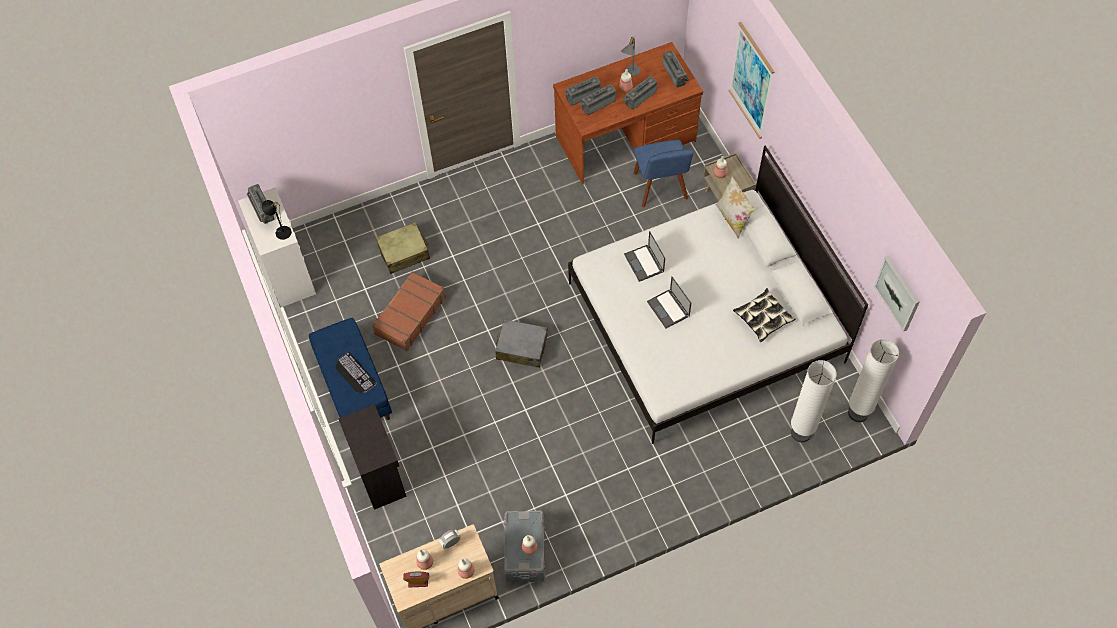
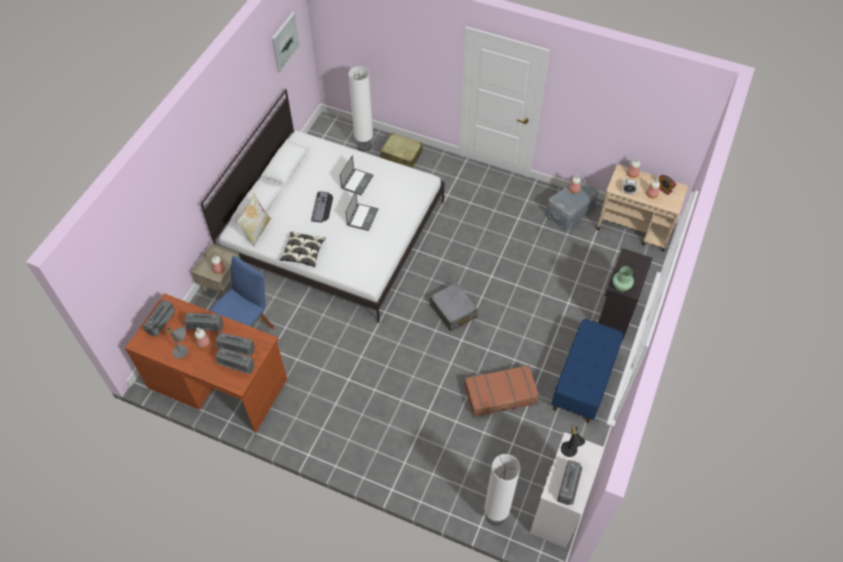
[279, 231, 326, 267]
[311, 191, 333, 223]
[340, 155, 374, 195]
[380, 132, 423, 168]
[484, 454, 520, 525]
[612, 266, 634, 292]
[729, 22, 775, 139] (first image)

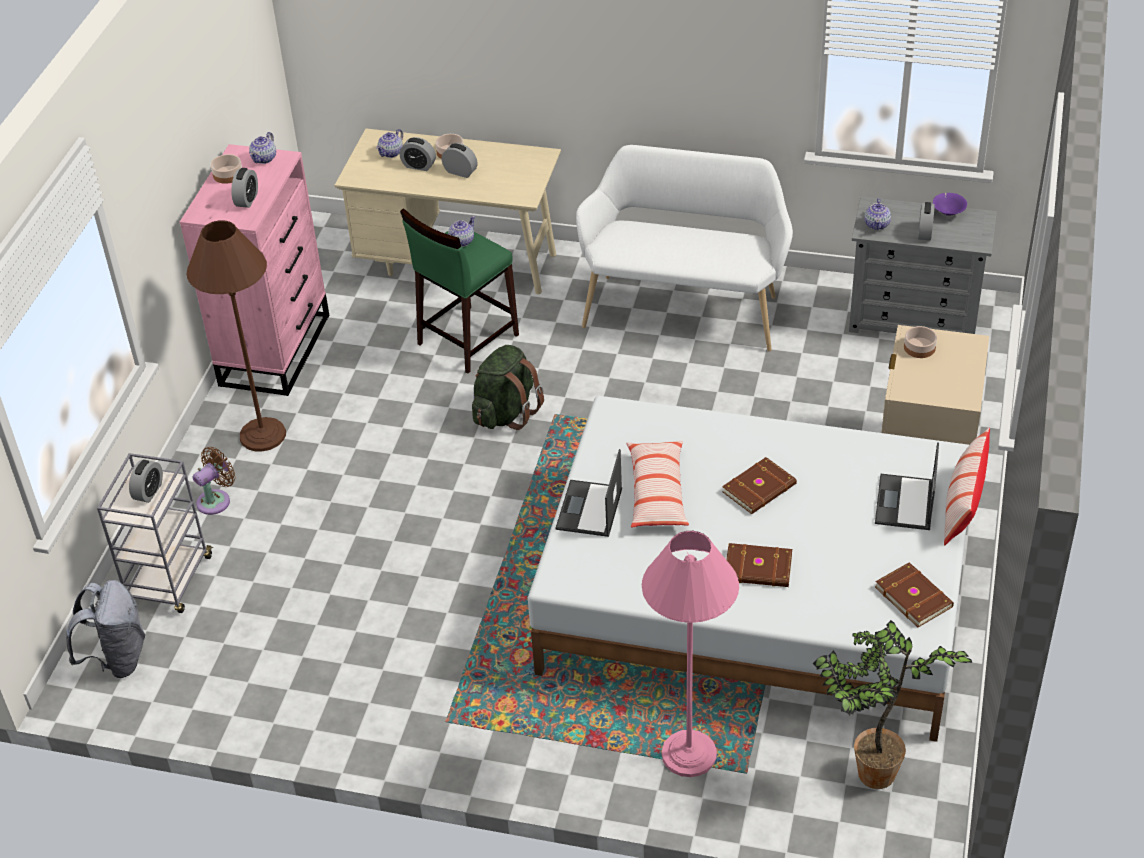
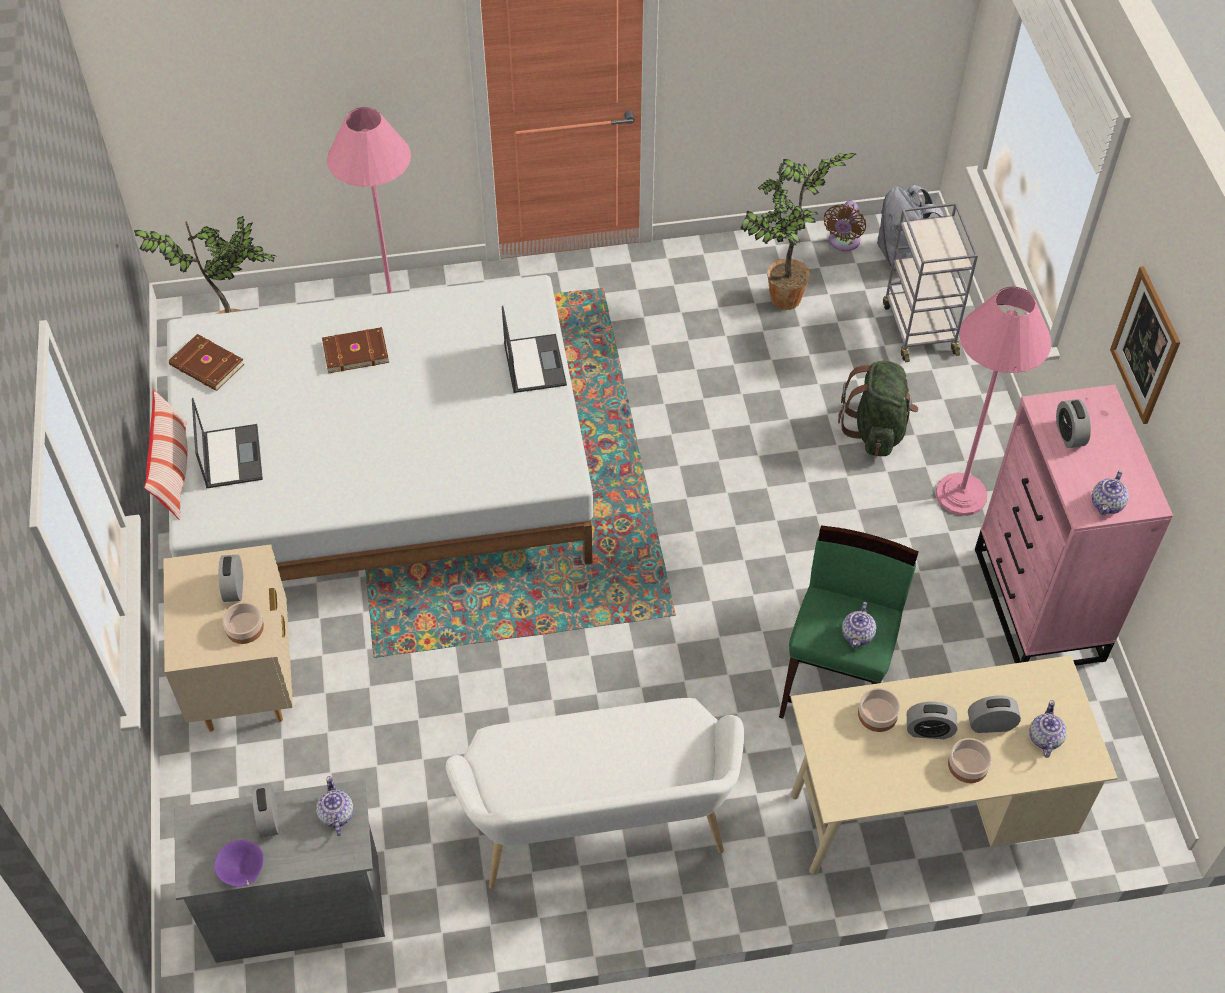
[219, 555, 243, 602]
[740, 153, 856, 310]
[824, 201, 866, 251]
[838, 361, 919, 456]
[858, 688, 900, 732]
[936, 287, 1052, 516]
[1092, 471, 1129, 515]
[1110, 266, 1181, 424]
[627, 441, 689, 527] (first image)
[722, 457, 797, 514] (first image)

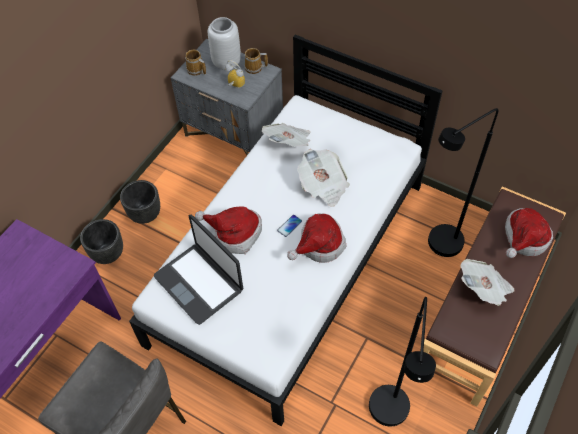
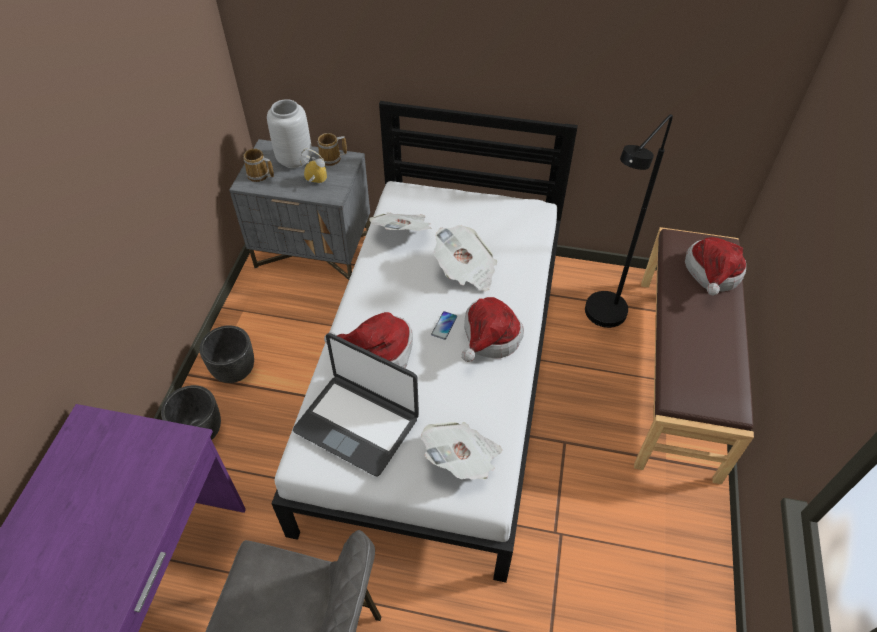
[421, 422, 502, 480]
[369, 297, 436, 427] (first image)

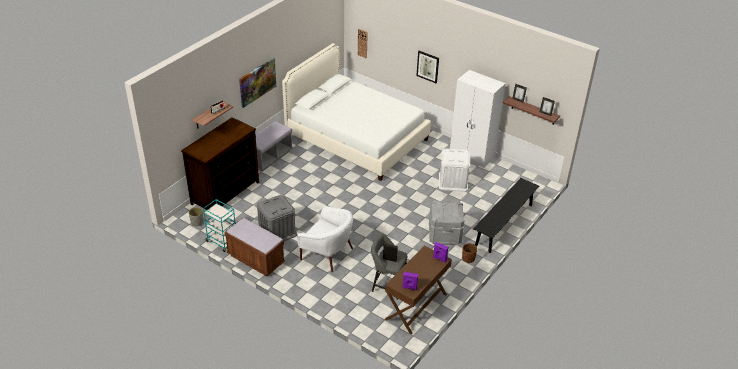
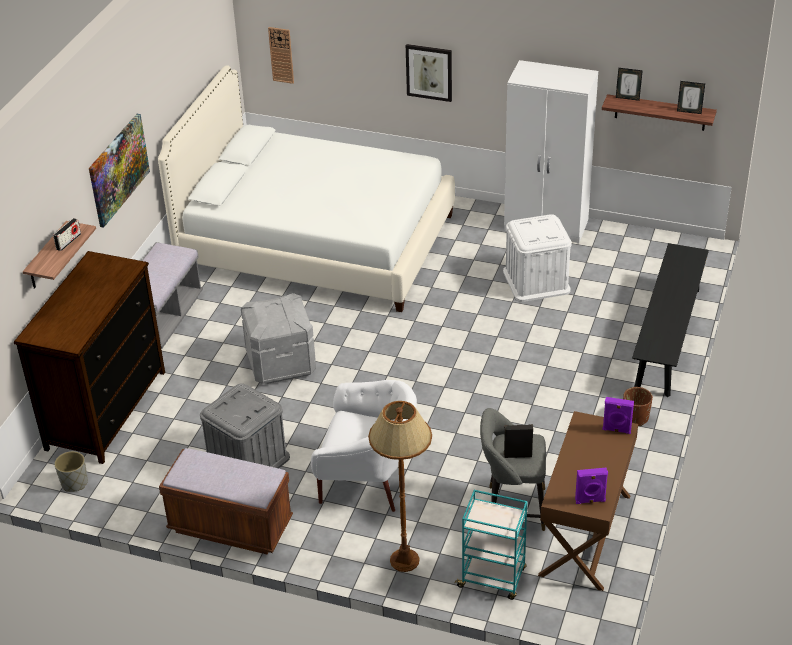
[241, 293, 316, 384]
[368, 401, 432, 572]
[454, 490, 527, 600]

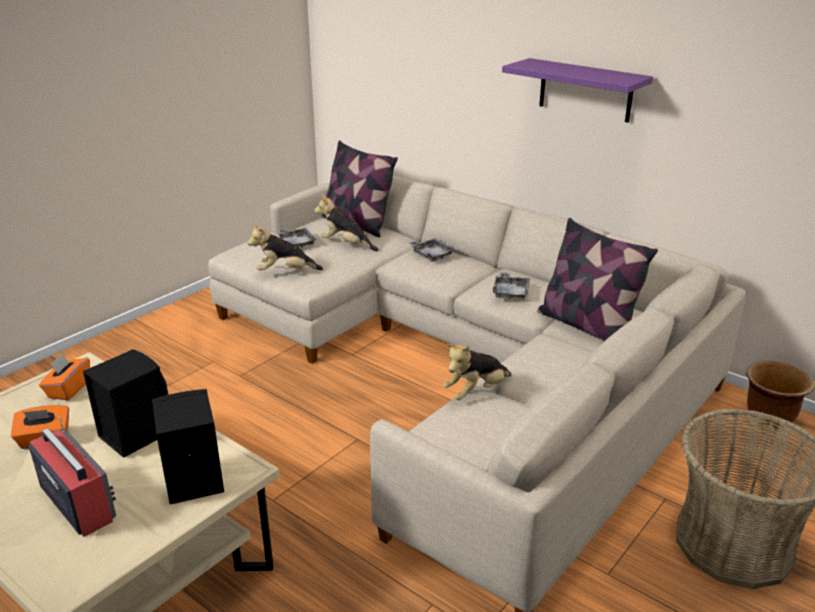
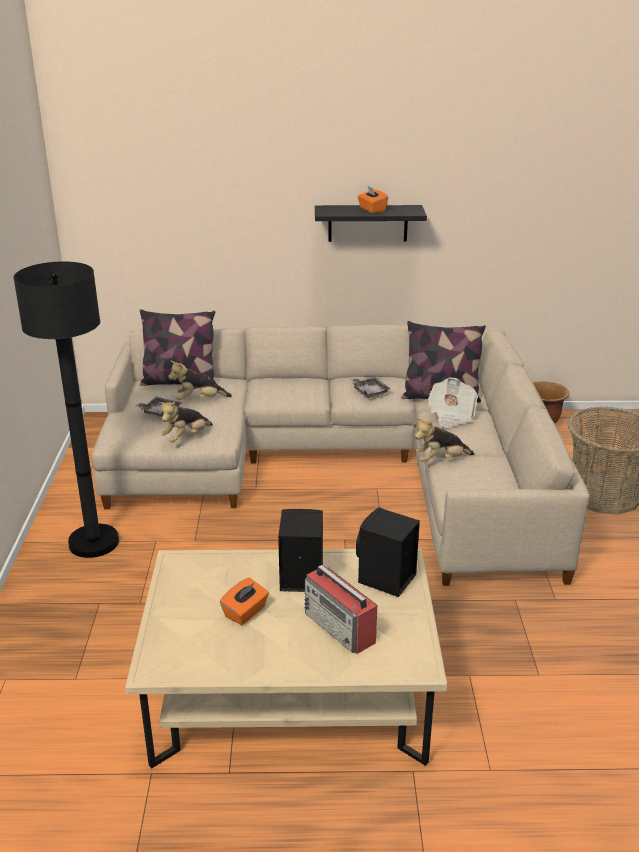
[14, 261, 119, 558]
[304, 565, 377, 654]
[315, 205, 427, 242]
[358, 185, 388, 213]
[415, 418, 474, 462]
[427, 377, 478, 428]
[408, 238, 456, 262] (first image)

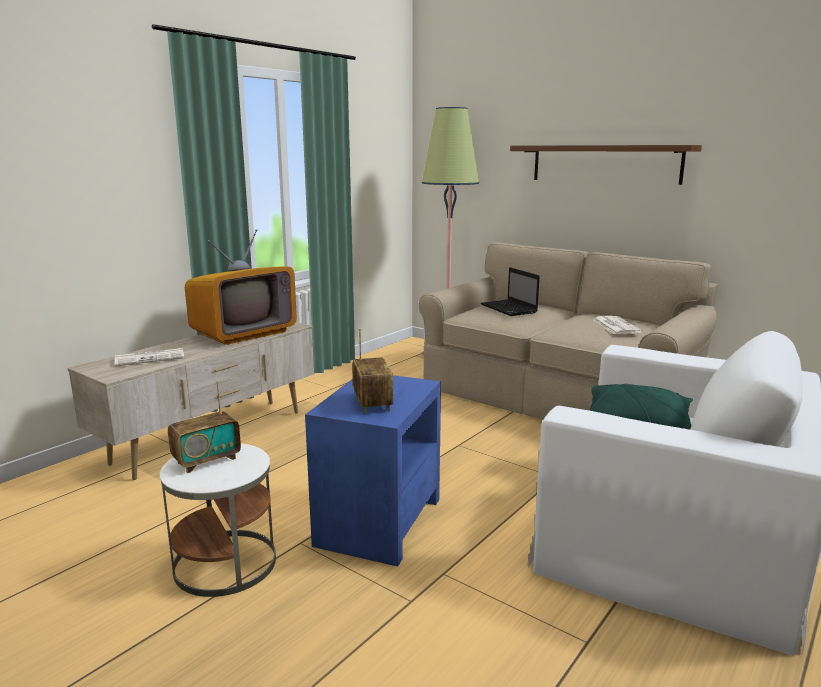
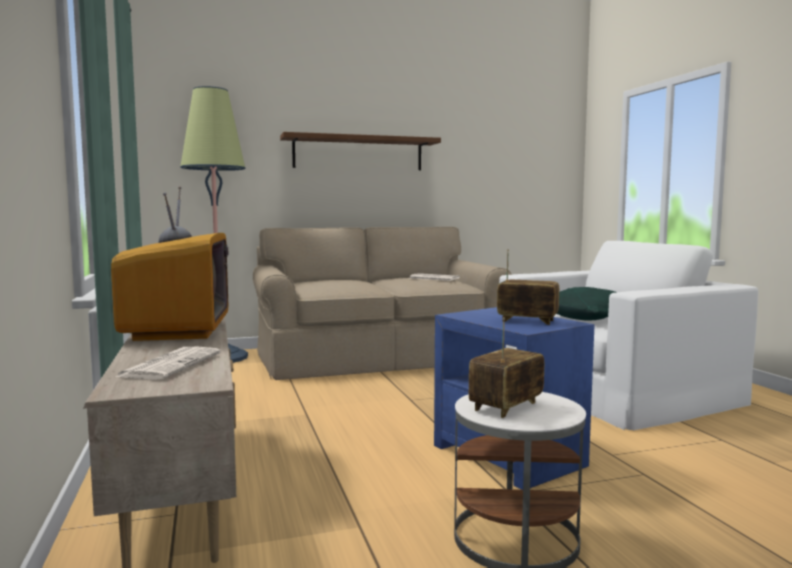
[469, 318, 544, 418]
[481, 267, 540, 316] (first image)

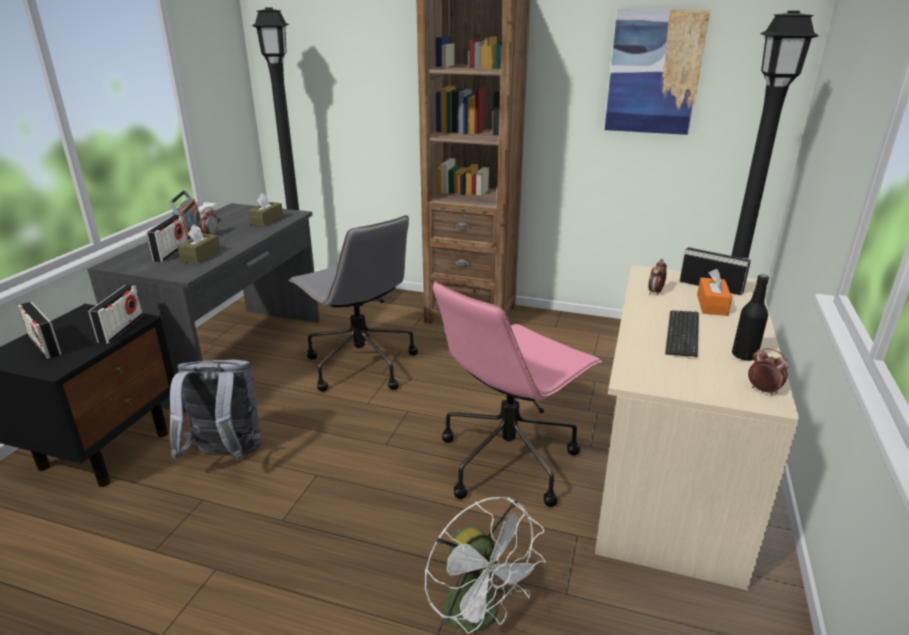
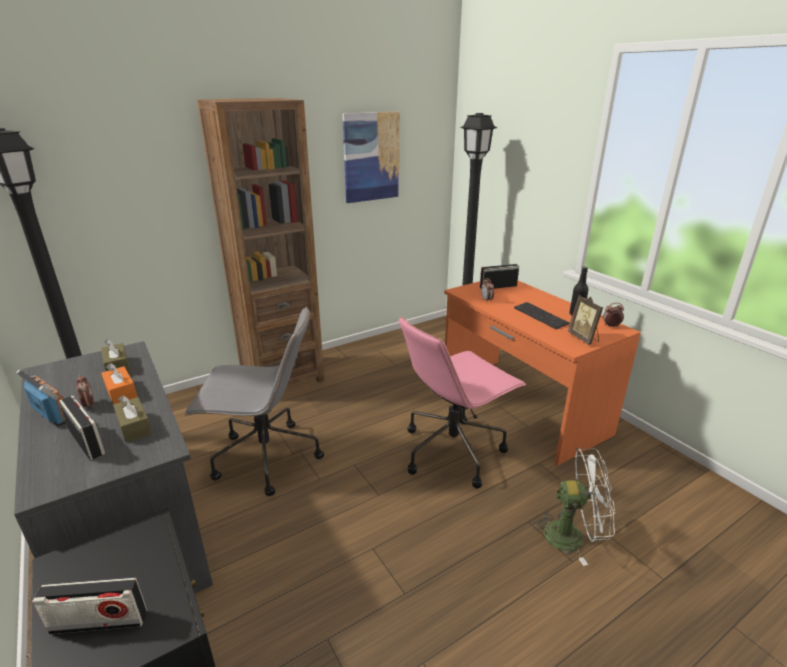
[101, 363, 137, 404]
[399, 316, 527, 489]
[444, 281, 641, 466]
[568, 295, 603, 345]
[88, 285, 143, 344] (first image)
[170, 359, 262, 460] (first image)

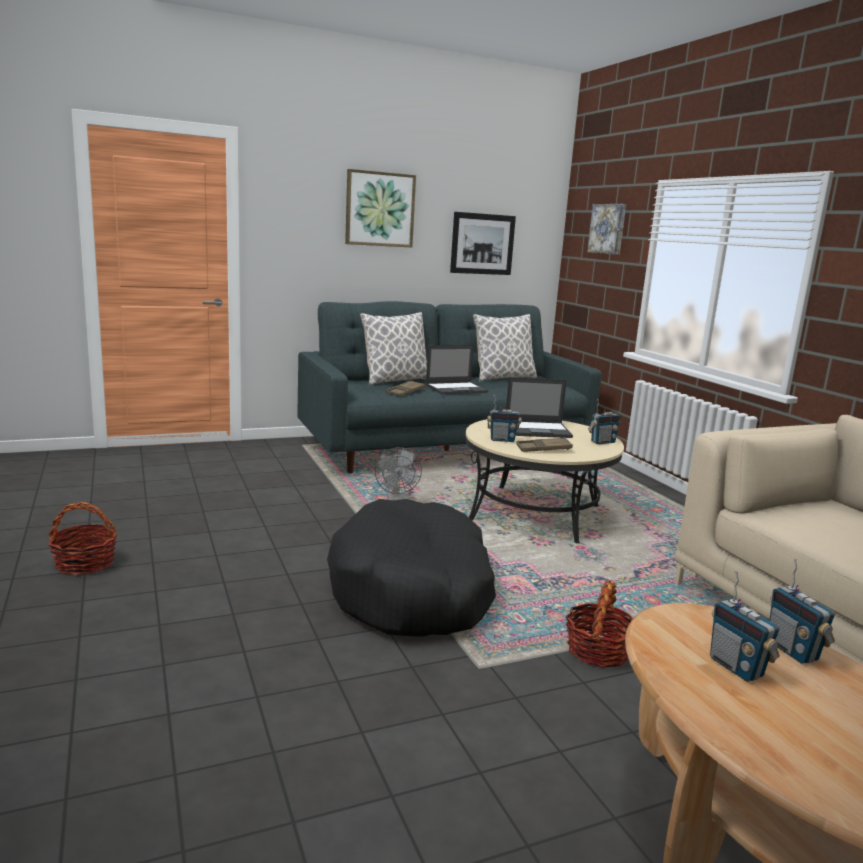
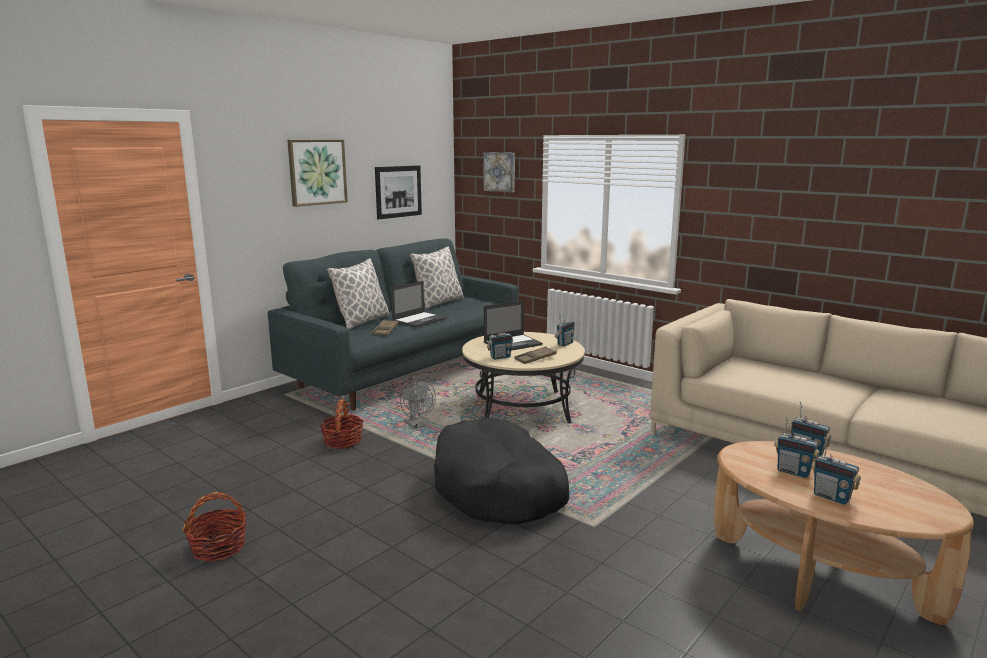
[320, 398, 363, 449]
[811, 437, 861, 505]

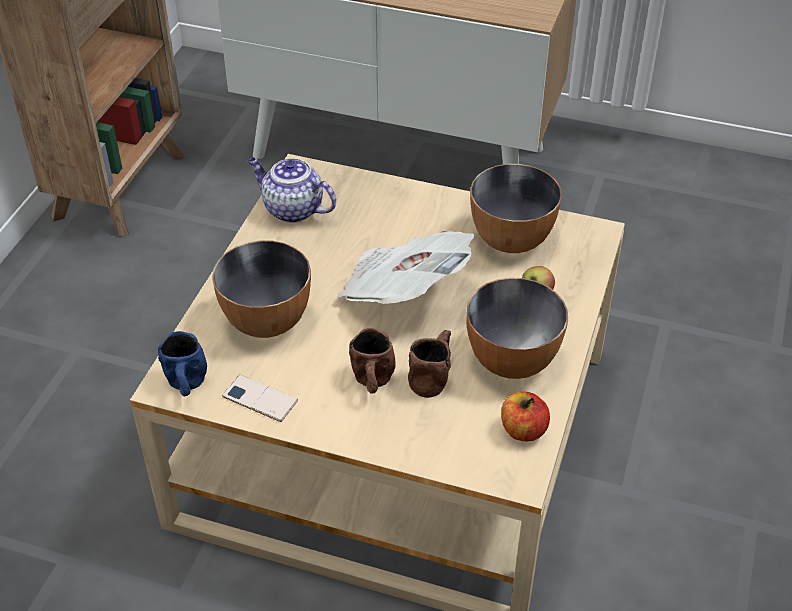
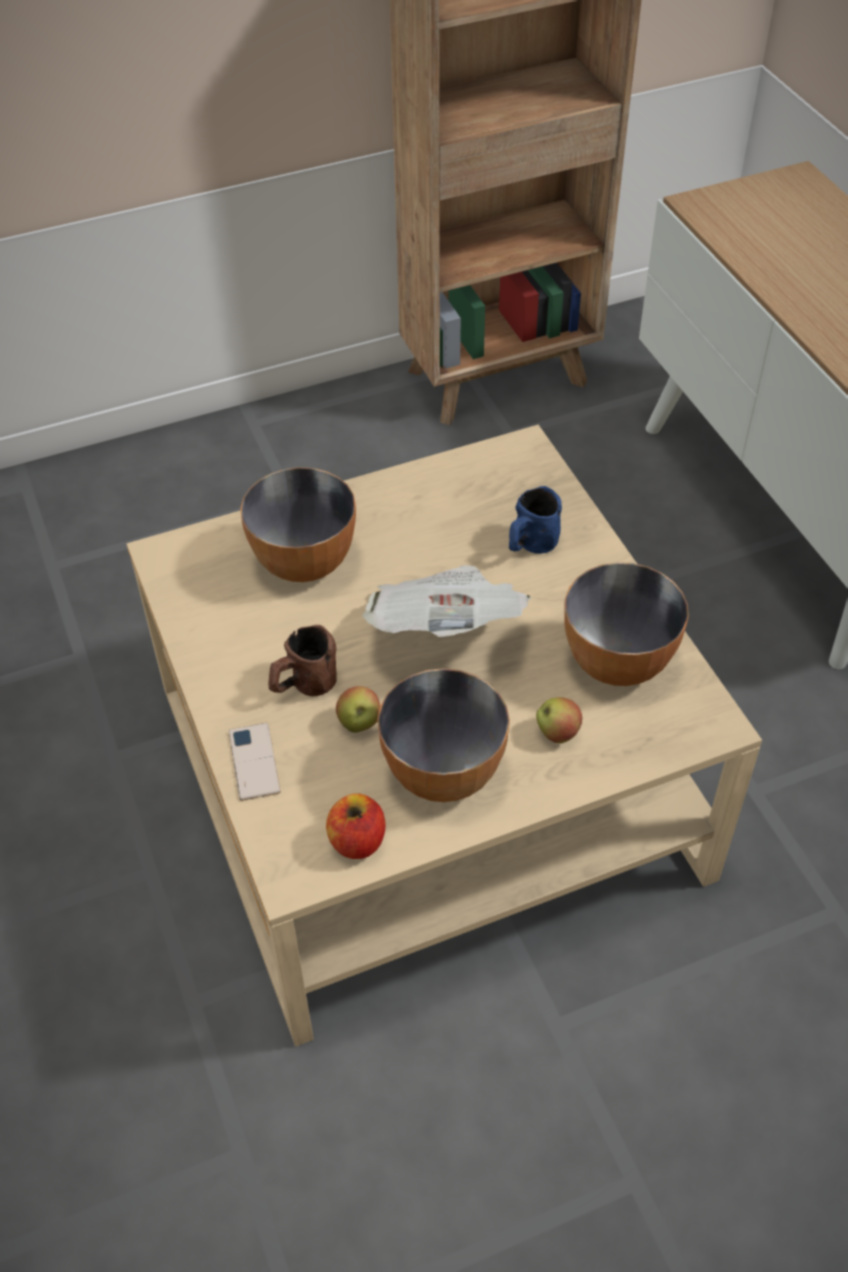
[229, 723, 280, 801]
[336, 686, 380, 733]
[509, 486, 562, 554]
[248, 158, 336, 223] (first image)

